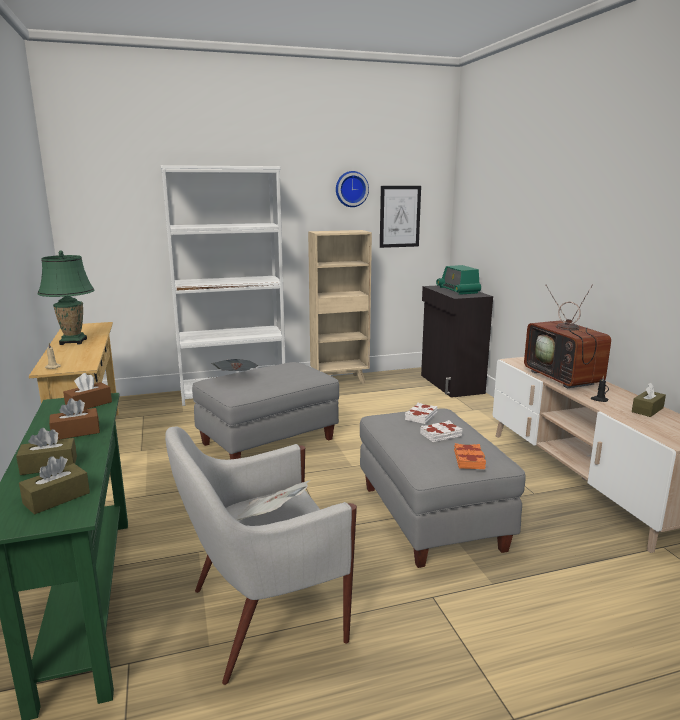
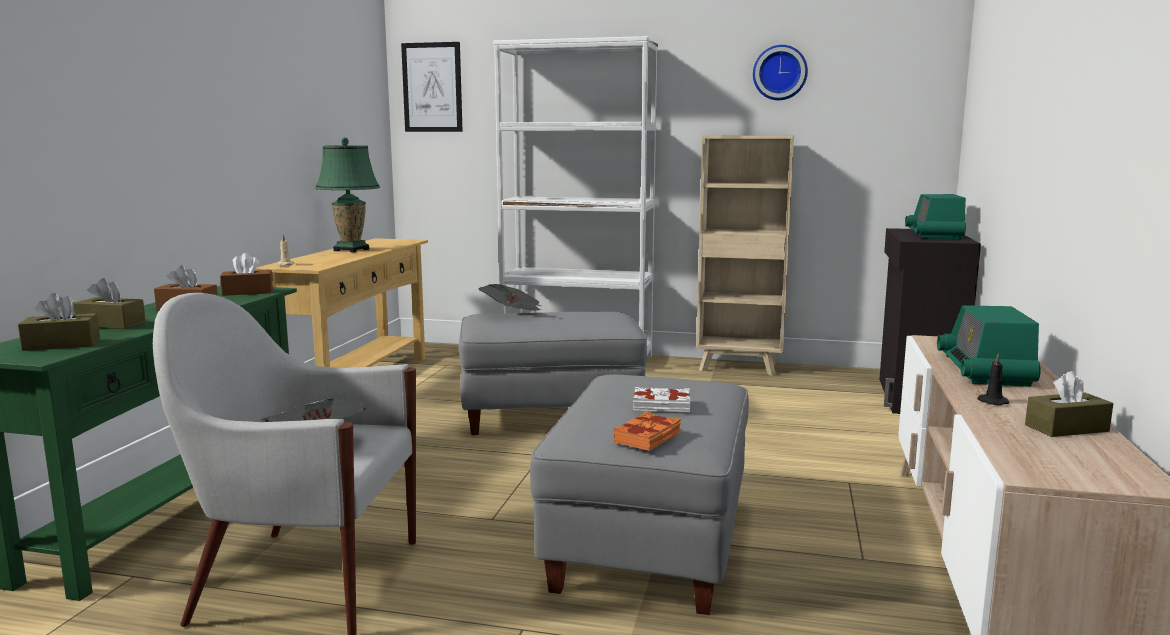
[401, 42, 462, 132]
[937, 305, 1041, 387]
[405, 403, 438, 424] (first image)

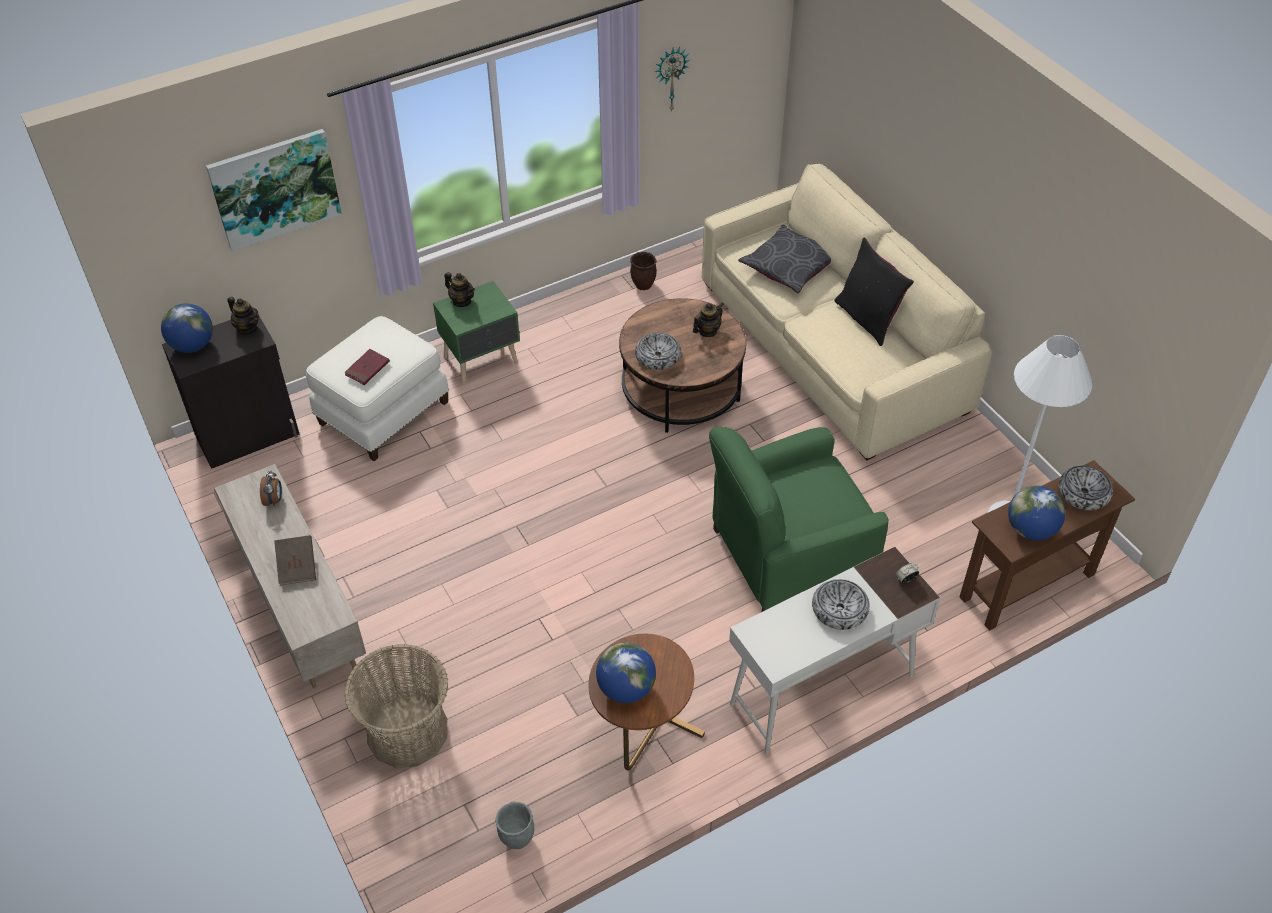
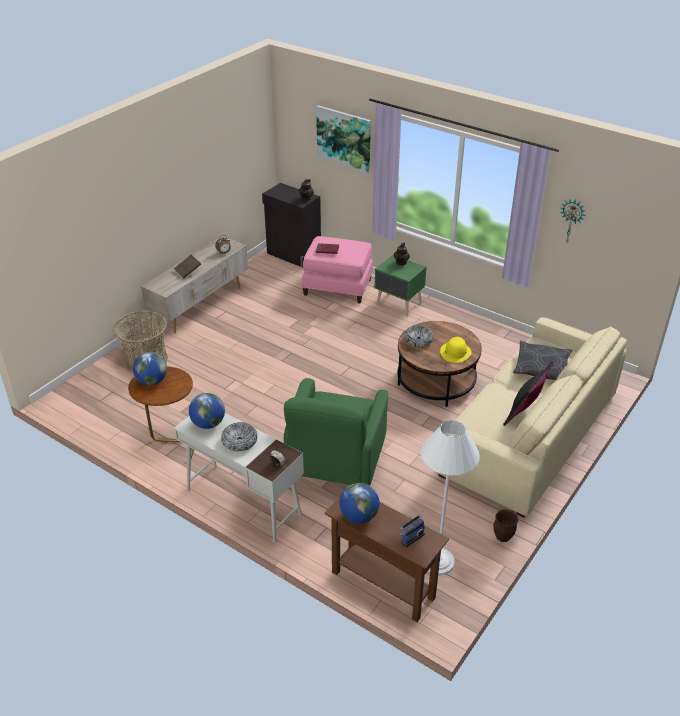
[189, 393, 225, 429]
[284, 378, 388, 486]
[302, 236, 373, 304]
[400, 510, 425, 547]
[440, 337, 471, 363]
[494, 509, 518, 542]
[495, 802, 534, 849] (first image)

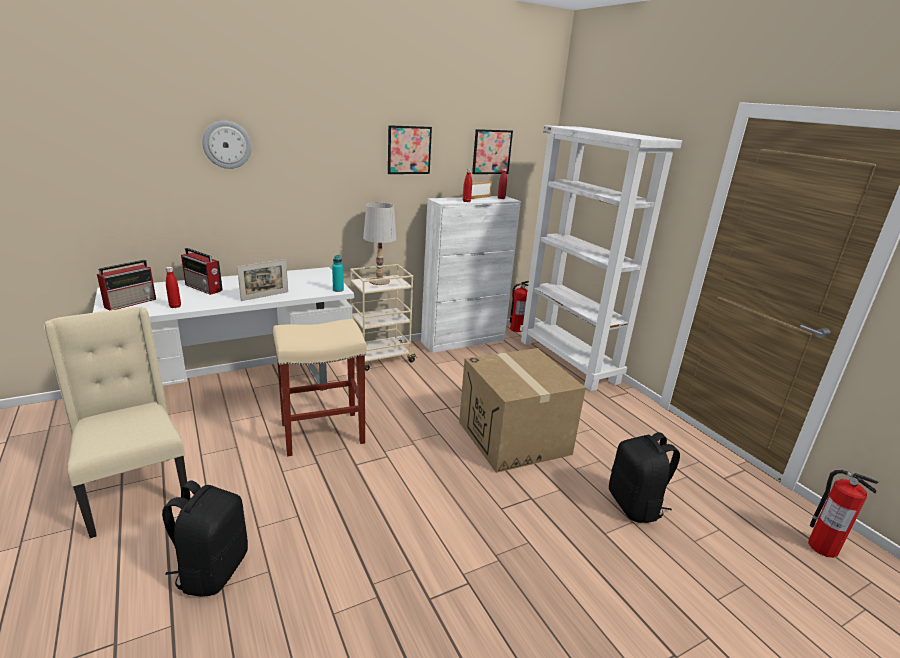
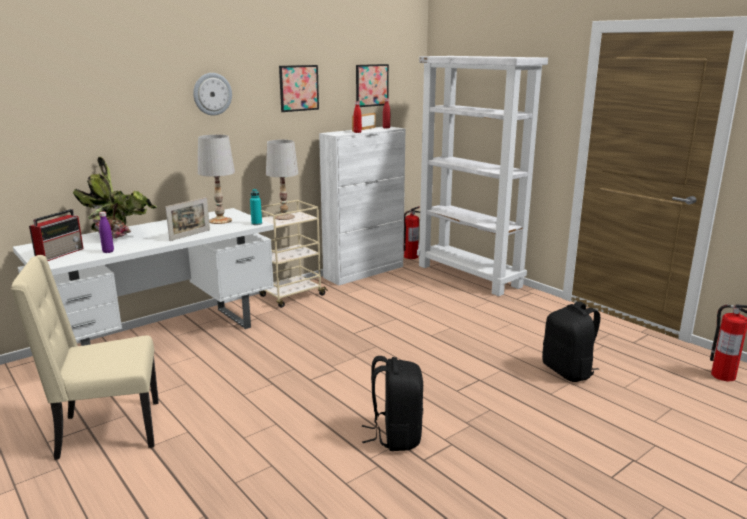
[11, 255, 159, 460]
[73, 157, 157, 239]
[99, 212, 114, 253]
[193, 73, 232, 116]
[198, 134, 235, 224]
[362, 356, 423, 451]
[273, 319, 367, 456] (first image)
[459, 348, 586, 473] (first image)

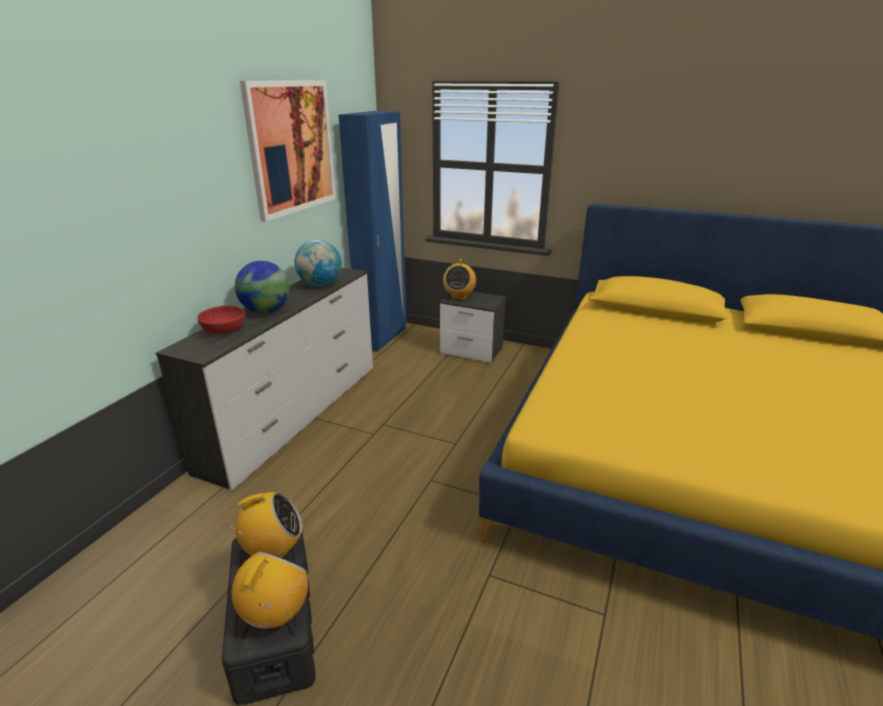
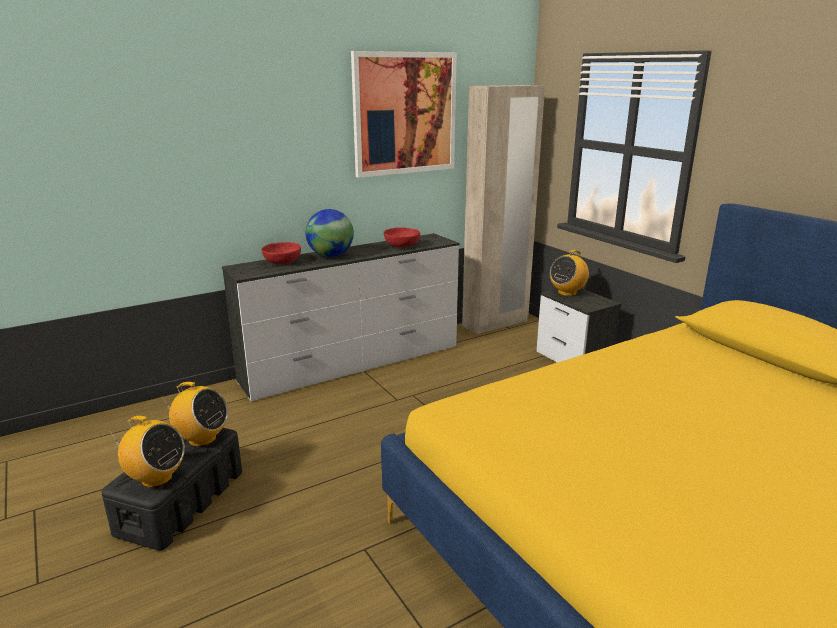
[110, 416, 185, 488]
[384, 227, 420, 247]
[462, 85, 545, 335]

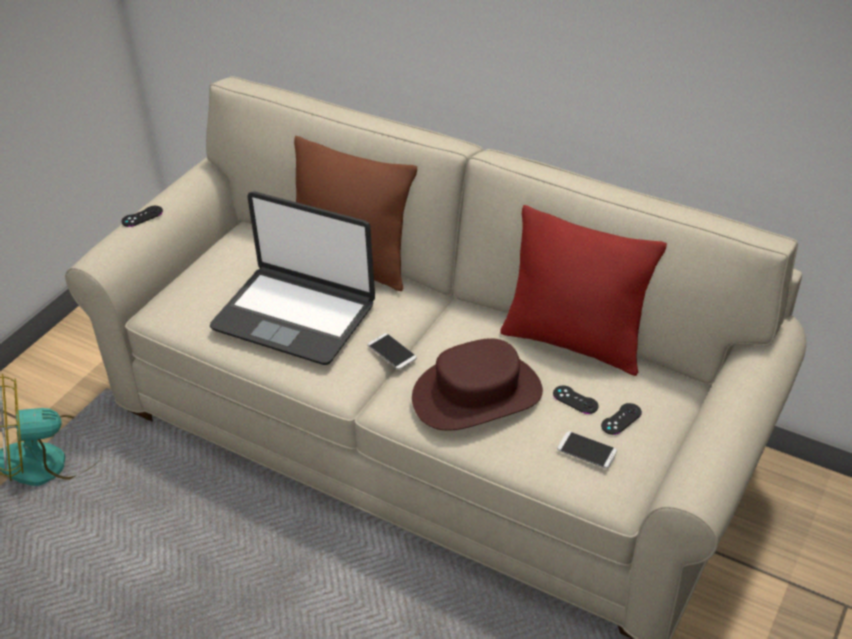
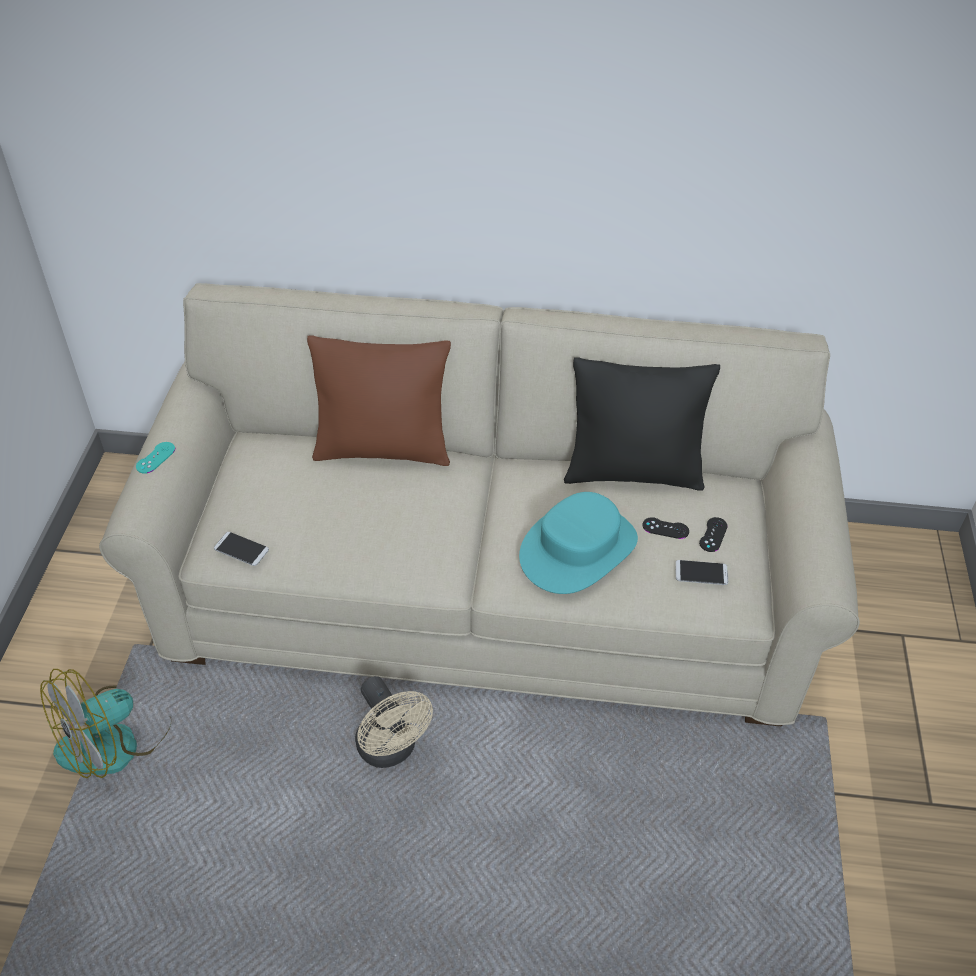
[136, 442, 175, 474]
[214, 532, 269, 566]
[355, 676, 433, 768]
[519, 492, 638, 594]
[564, 357, 720, 491]
[210, 191, 375, 365] (first image)

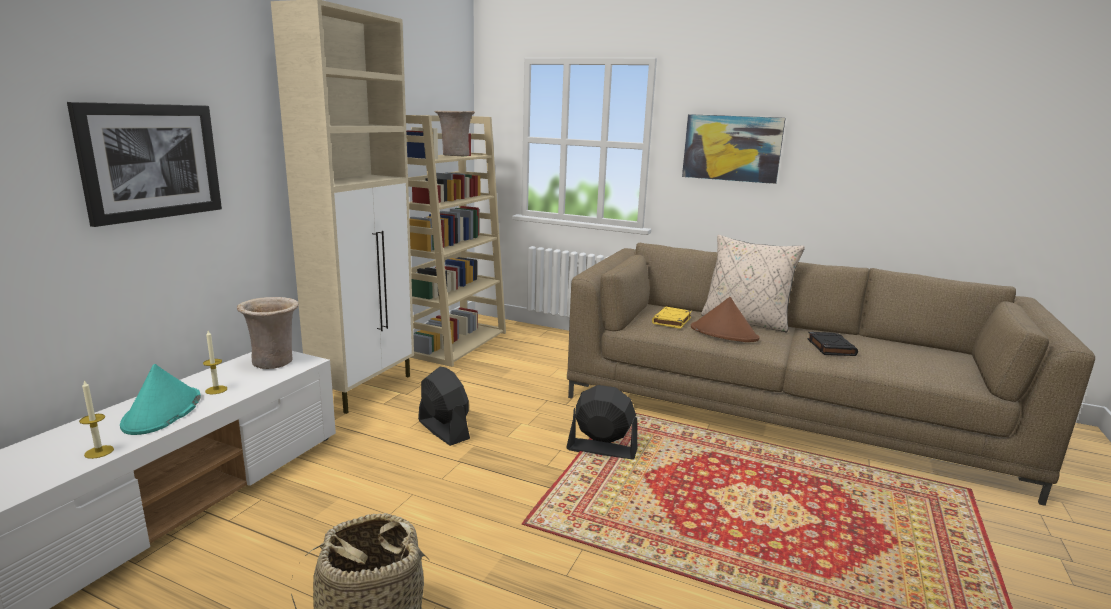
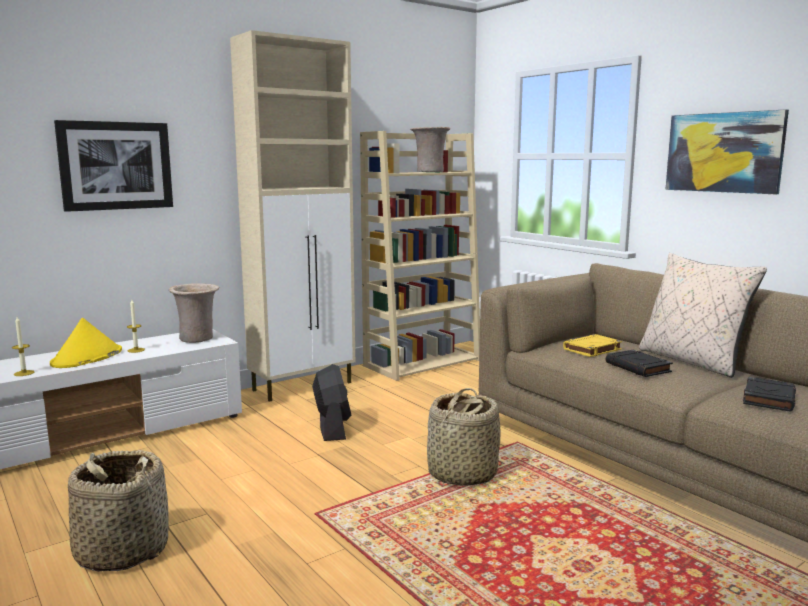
[50, 318, 122, 368]
[427, 388, 500, 486]
[606, 350, 673, 377]

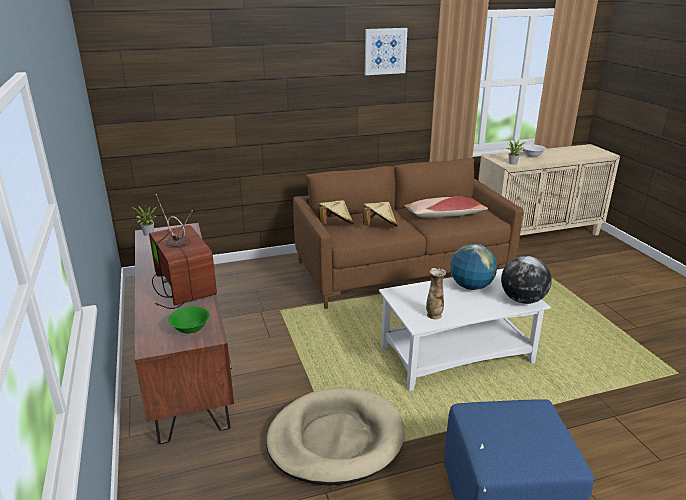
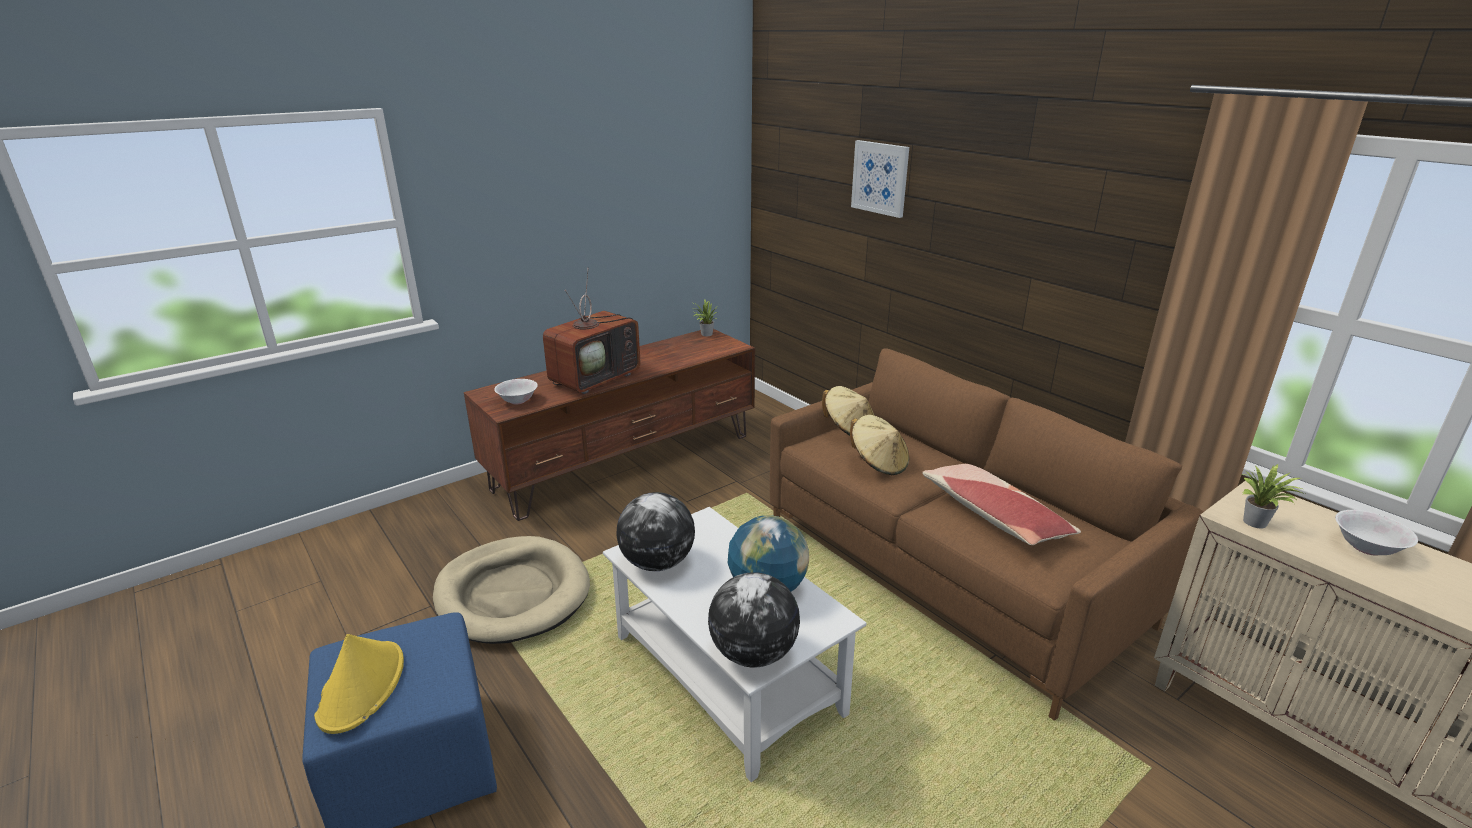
[314, 634, 404, 734]
[494, 379, 538, 404]
[616, 492, 695, 571]
[851, 140, 909, 218]

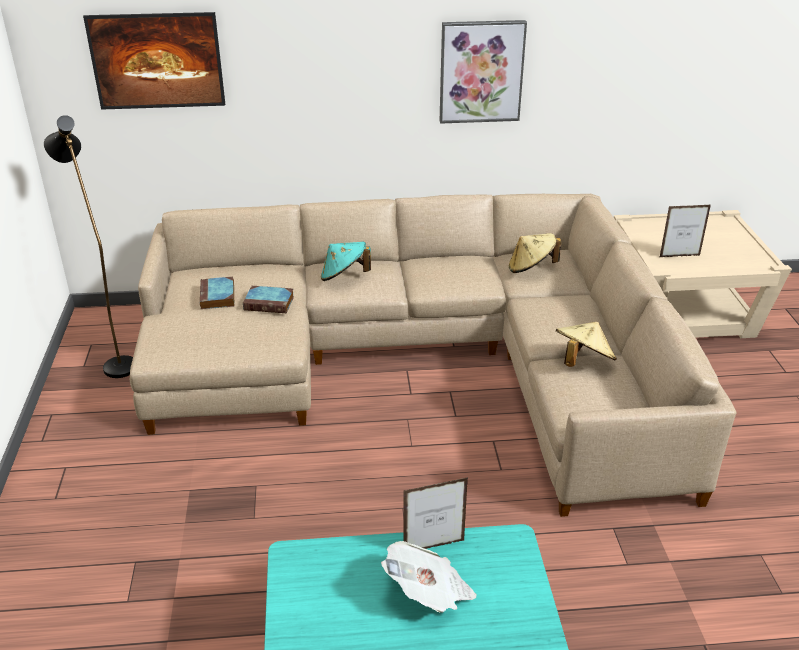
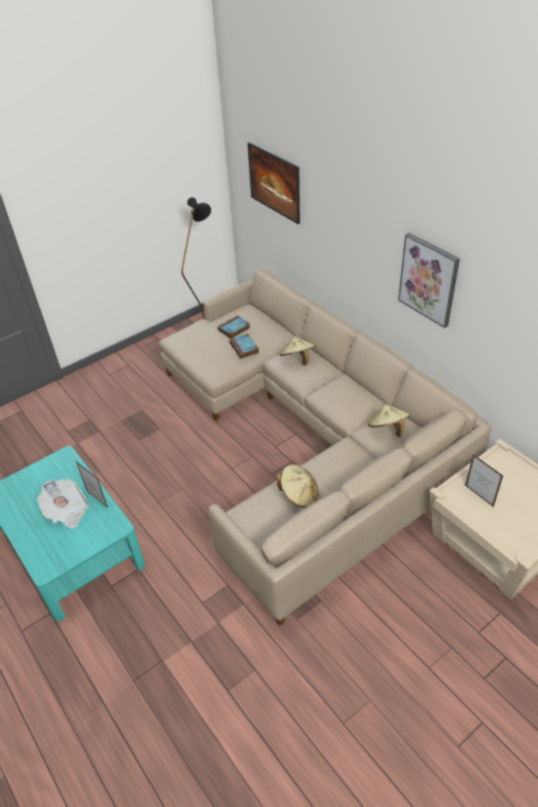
[280, 336, 316, 365]

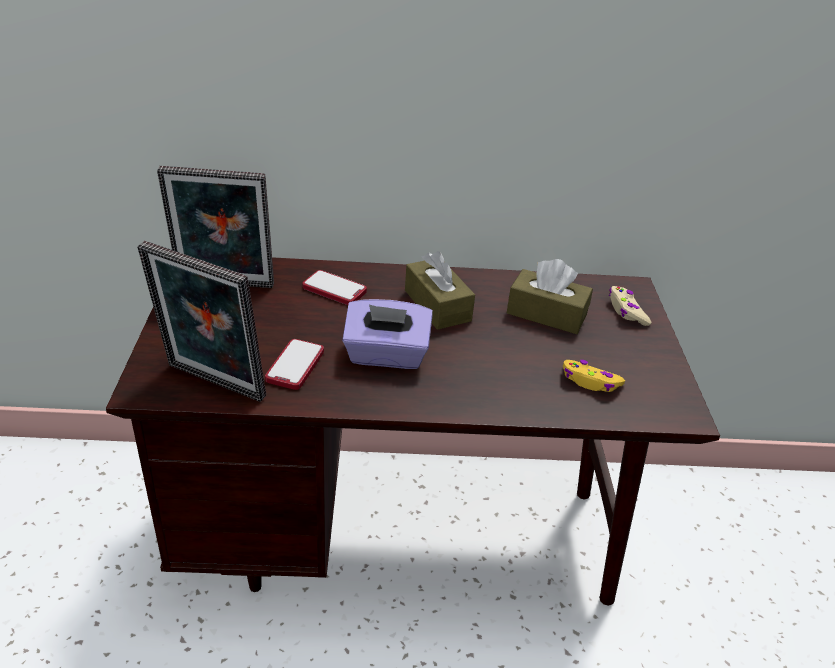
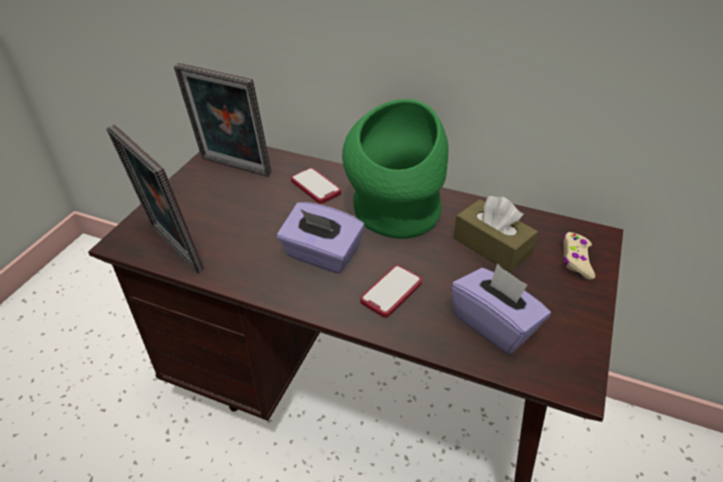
[342, 99, 449, 239]
[360, 265, 422, 318]
[451, 264, 551, 354]

